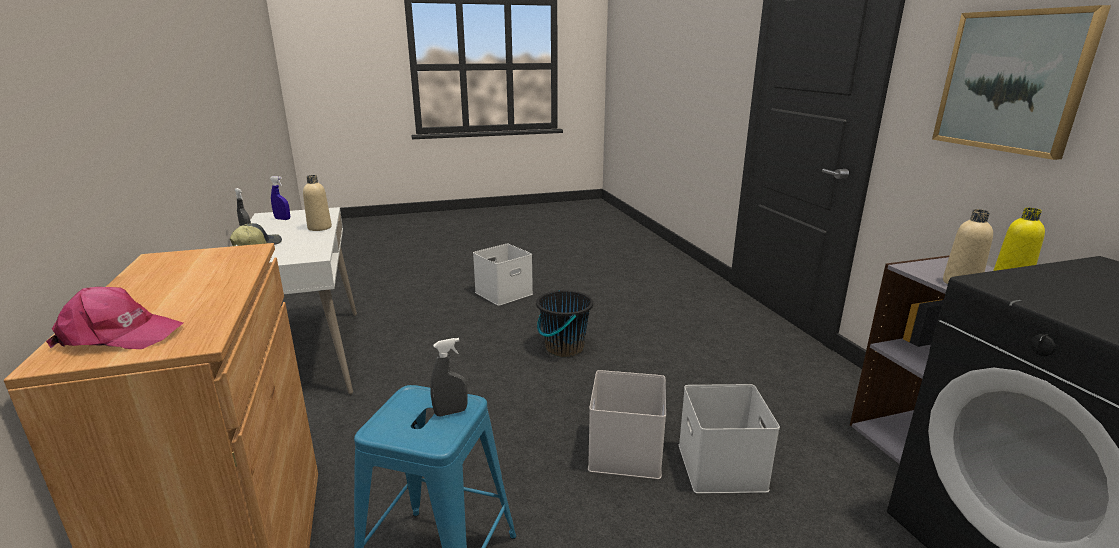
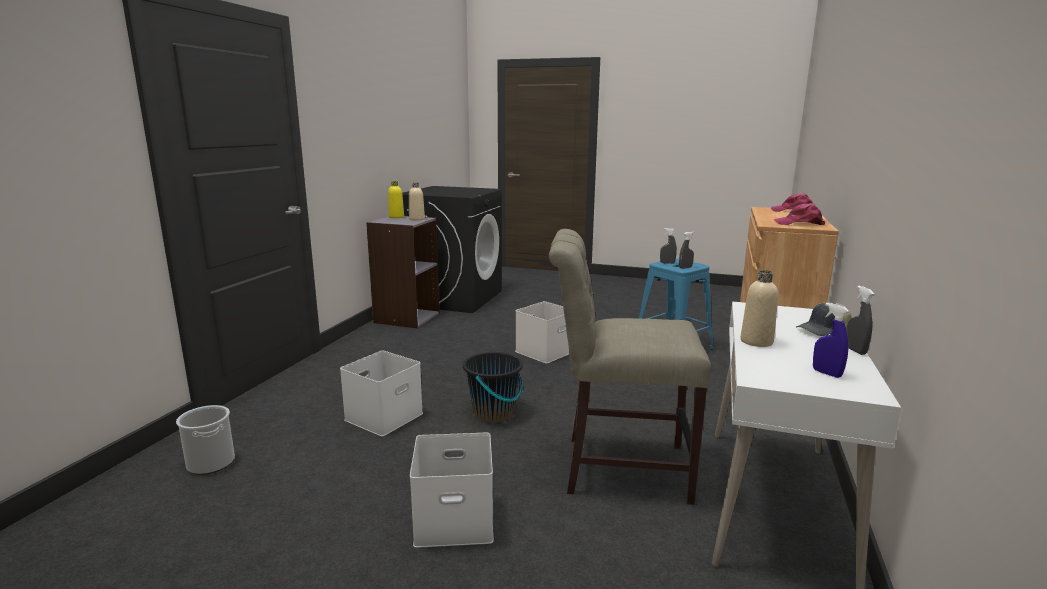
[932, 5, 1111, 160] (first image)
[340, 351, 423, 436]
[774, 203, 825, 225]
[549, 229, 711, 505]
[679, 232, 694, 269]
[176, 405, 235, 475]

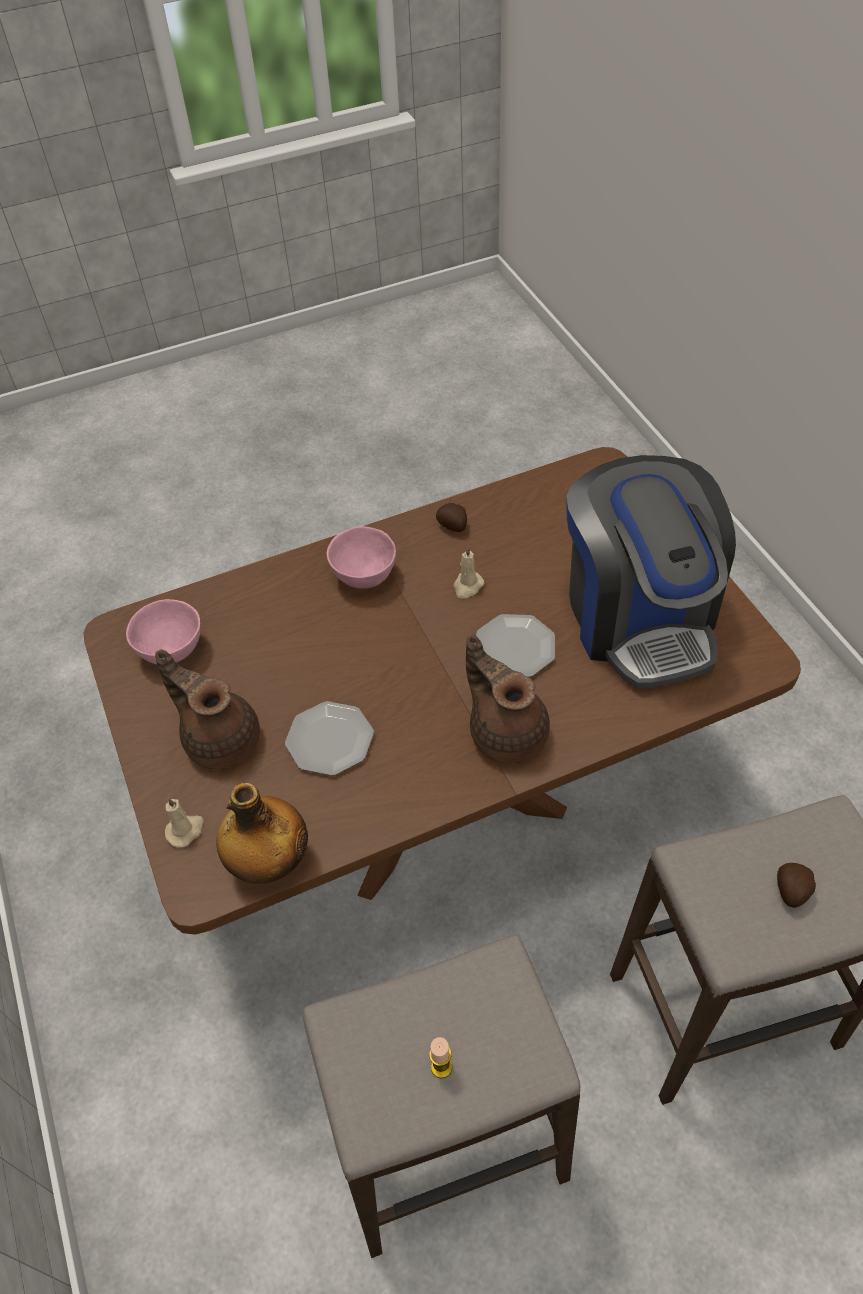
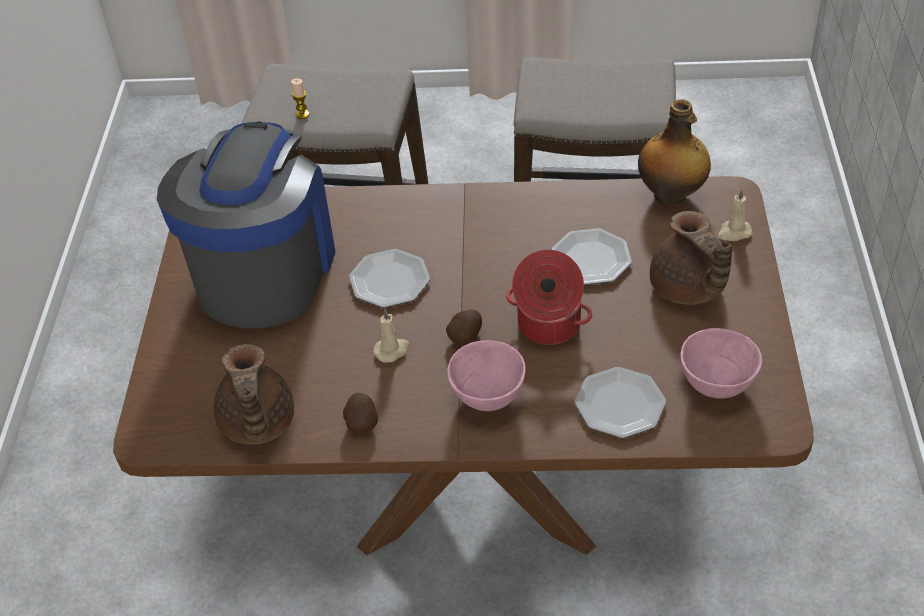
[214, 344, 294, 445]
[446, 309, 482, 345]
[291, 78, 309, 119]
[506, 250, 592, 345]
[575, 367, 666, 438]

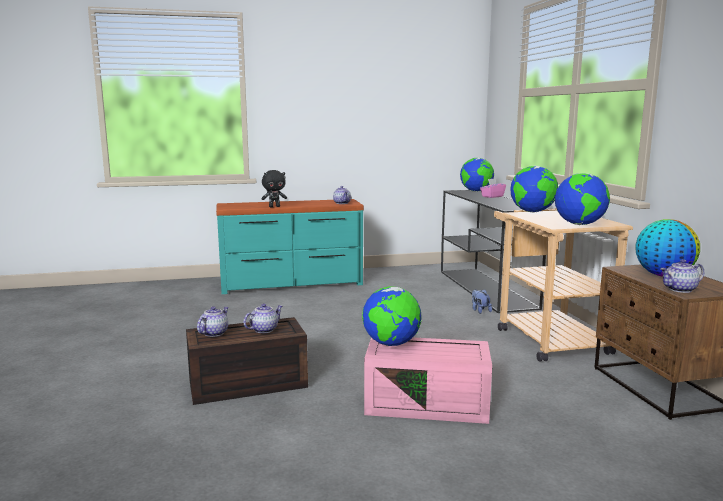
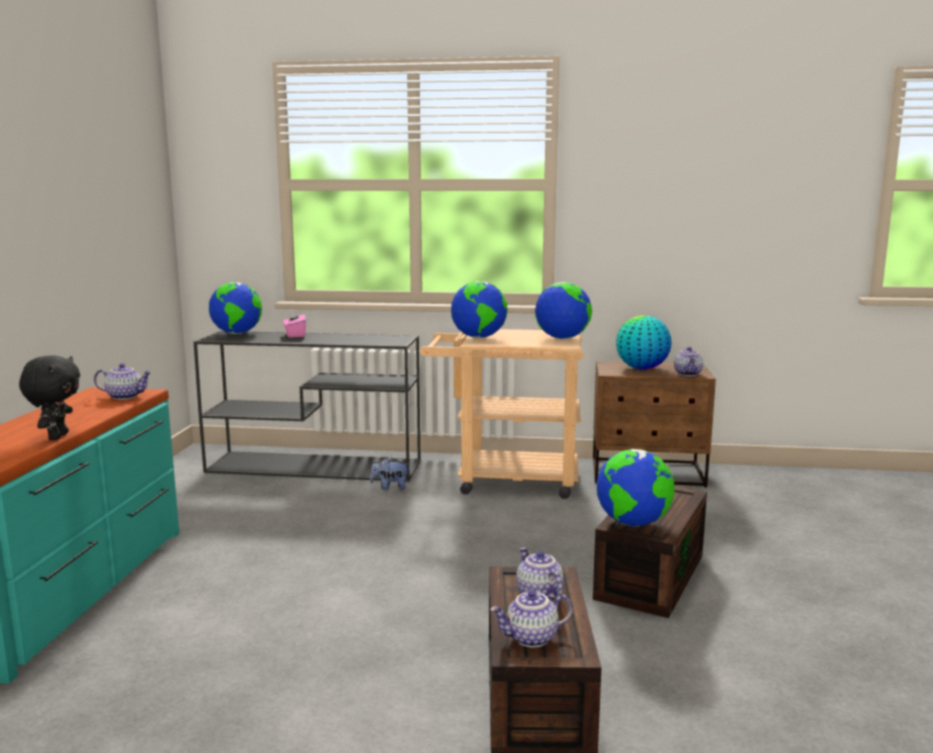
[490, 590, 573, 647]
[593, 487, 707, 618]

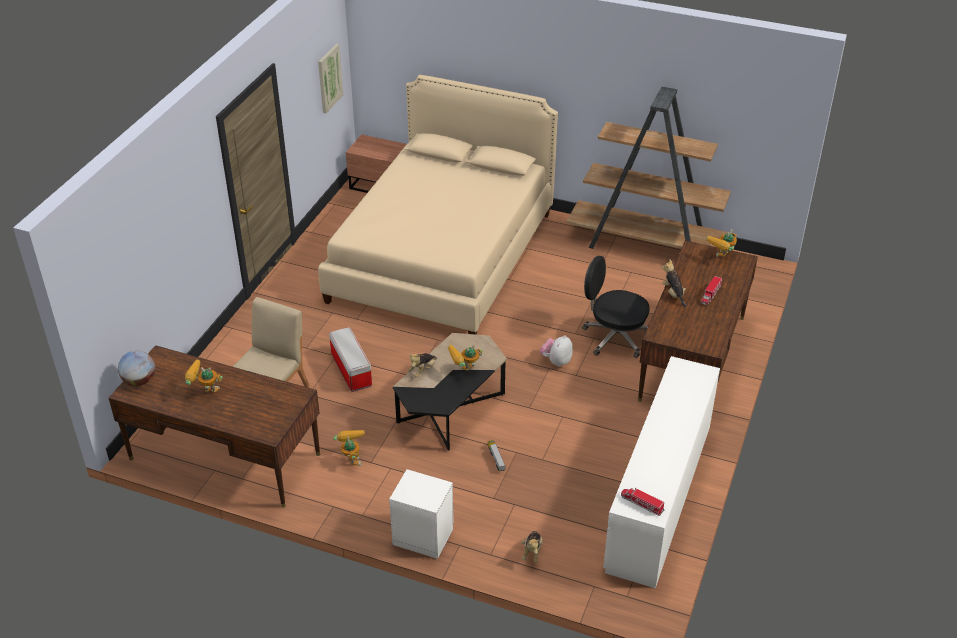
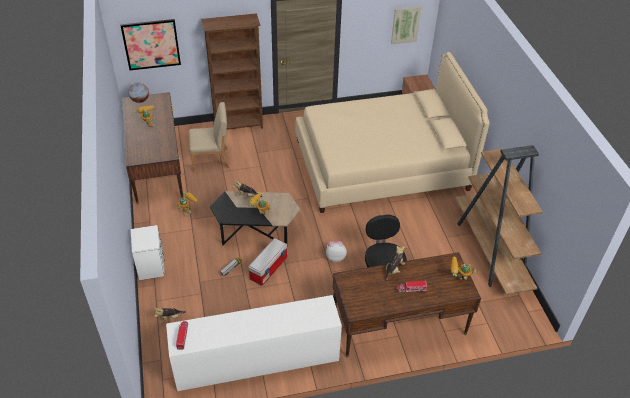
[248, 238, 287, 286]
[201, 13, 263, 130]
[120, 19, 181, 70]

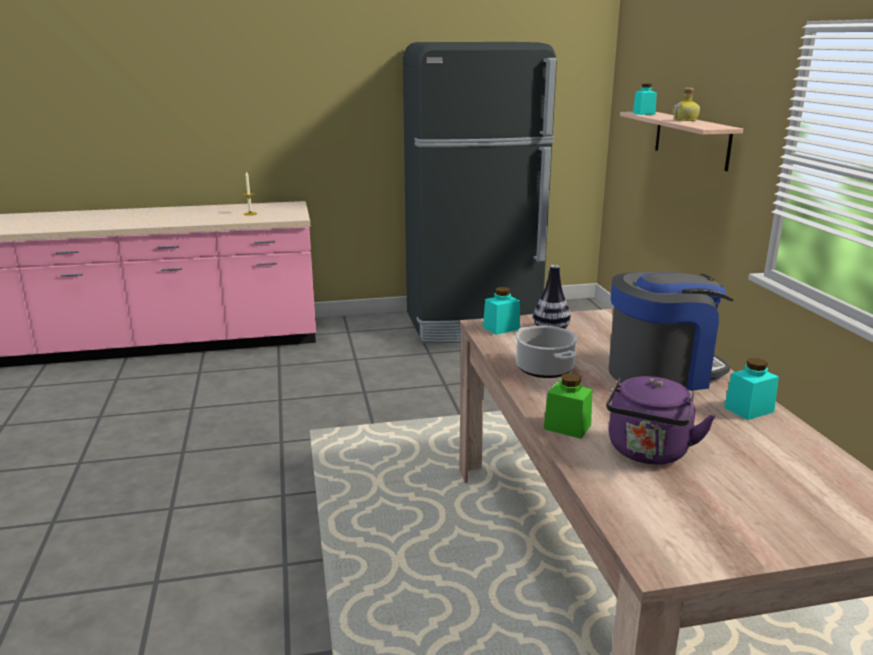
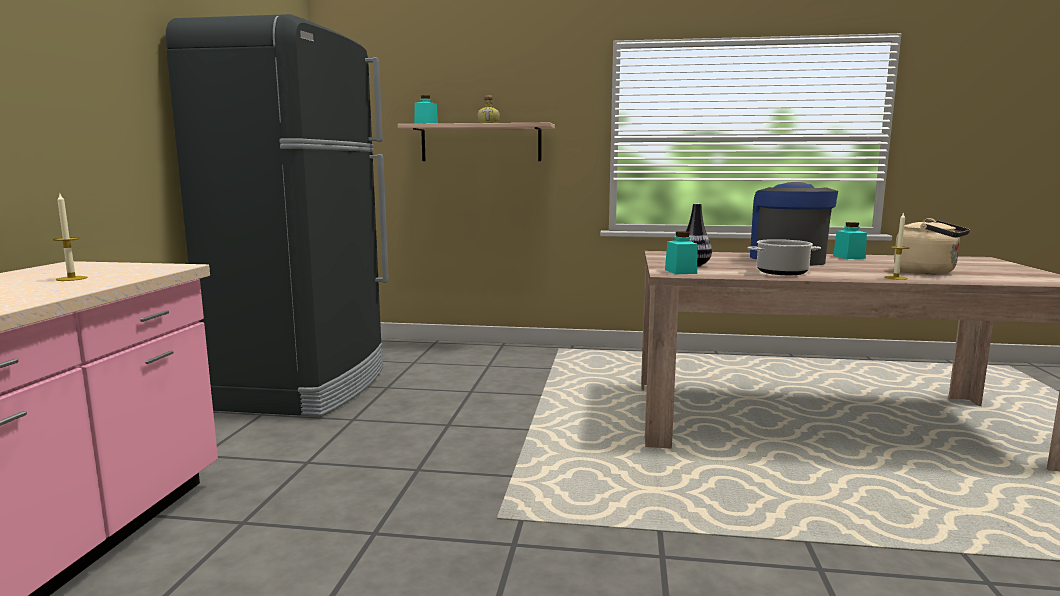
[885, 212, 909, 280]
[894, 218, 970, 274]

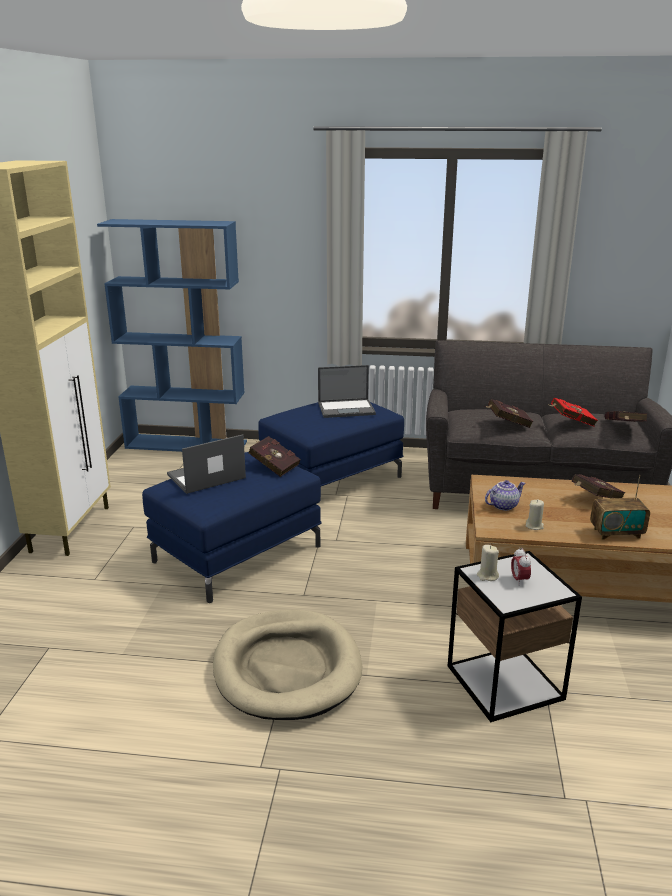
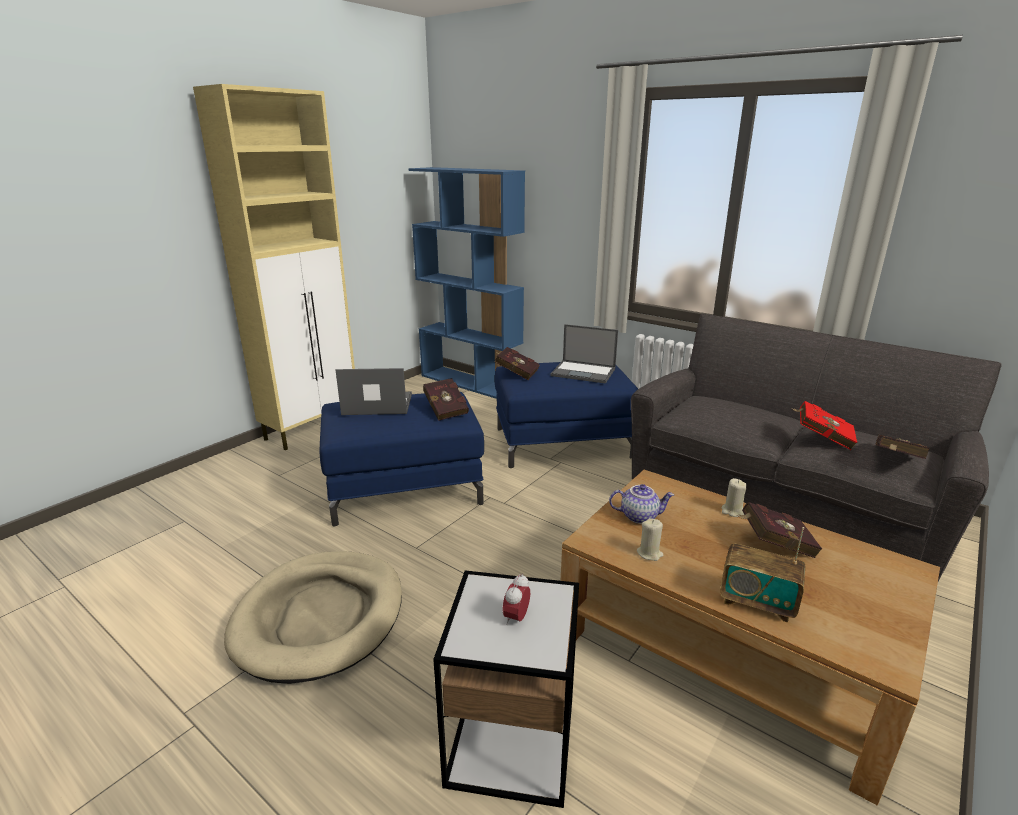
[495, 347, 540, 380]
[721, 478, 747, 517]

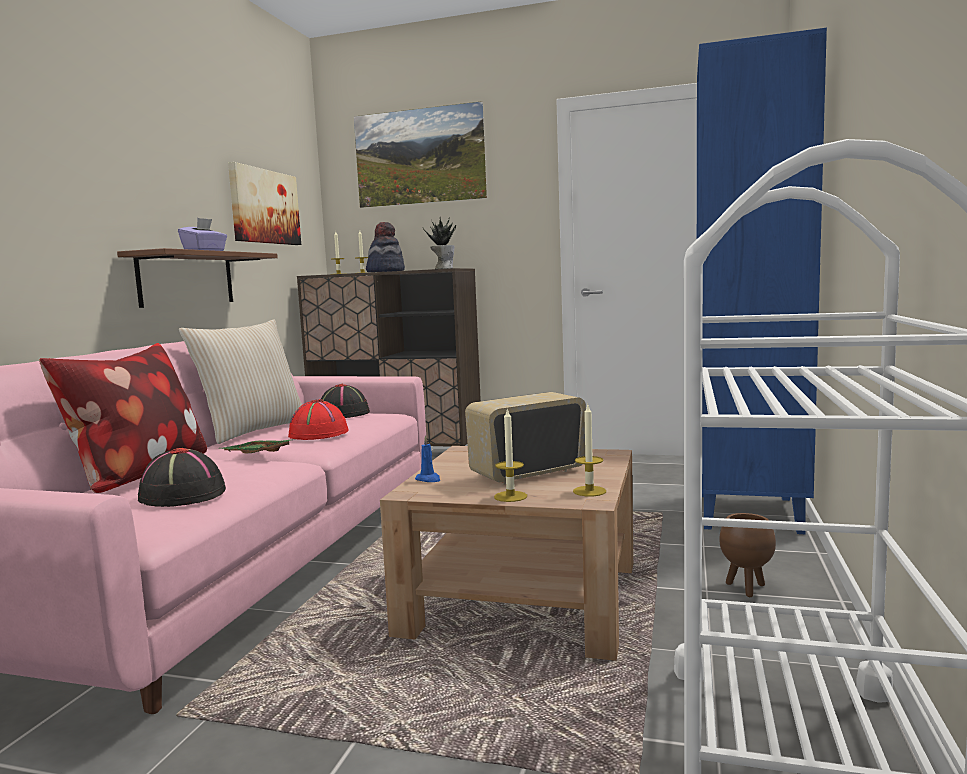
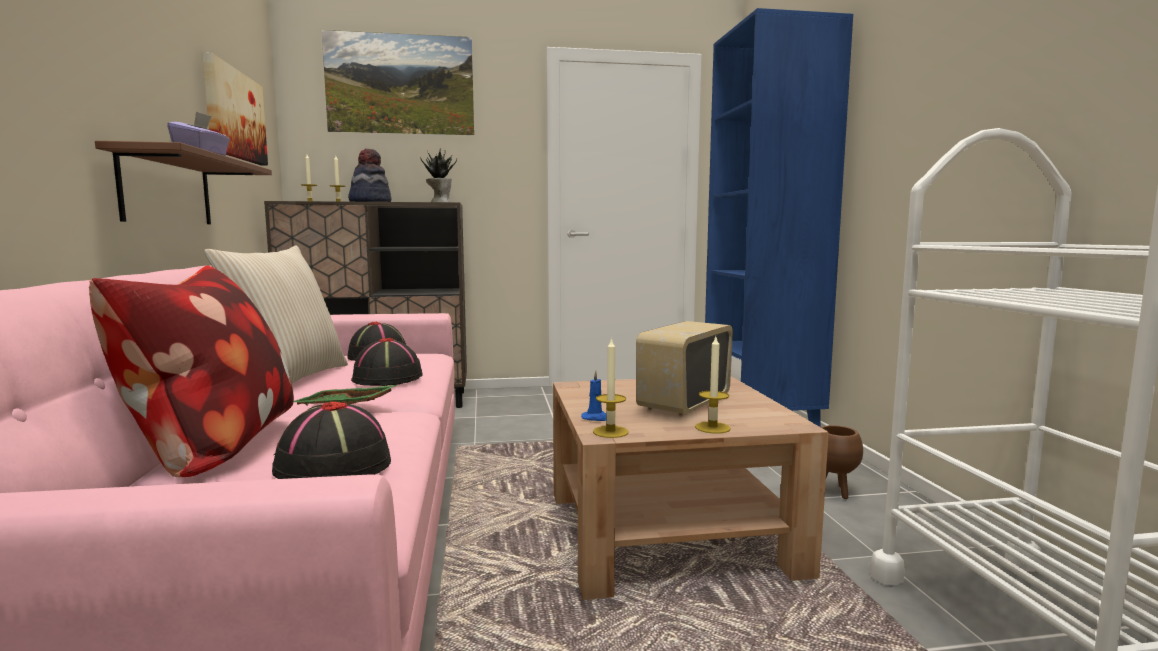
[351, 338, 423, 386]
[593, 337, 629, 438]

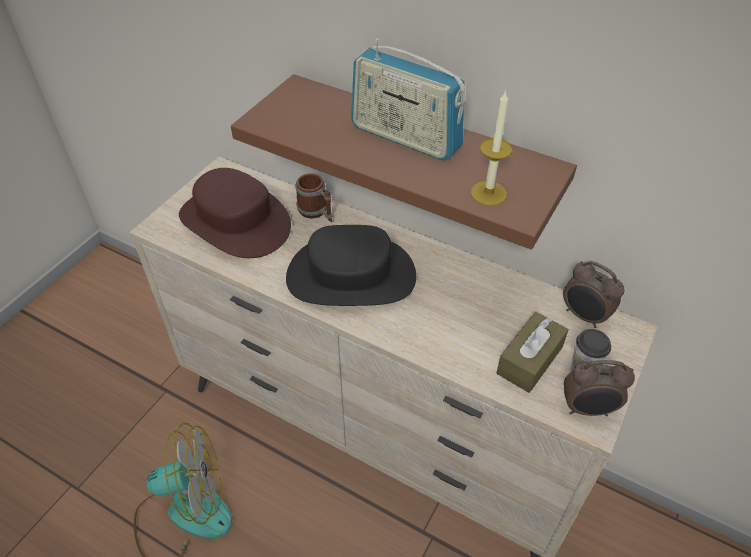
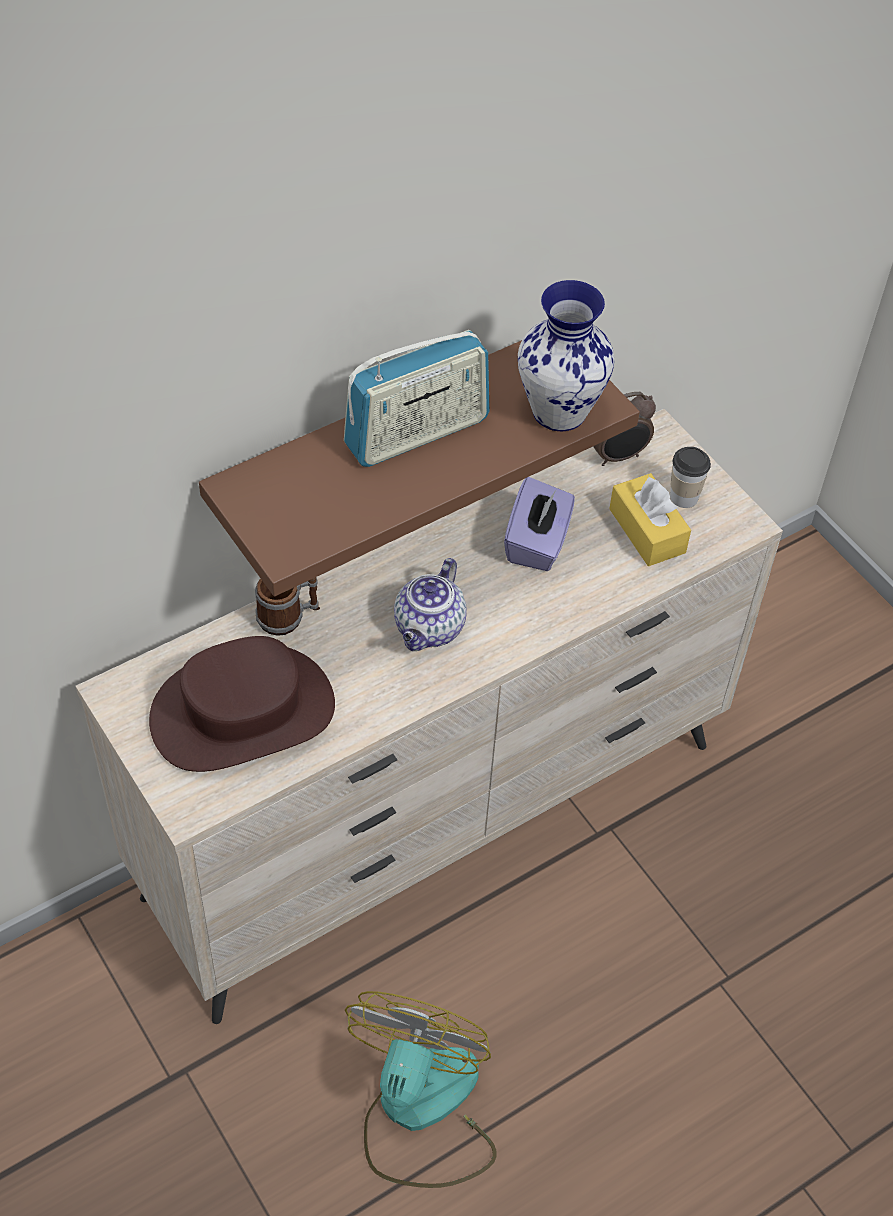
[518, 280, 615, 431]
[394, 558, 467, 651]
[609, 473, 691, 566]
[564, 360, 635, 416] (first image)
[504, 477, 575, 571]

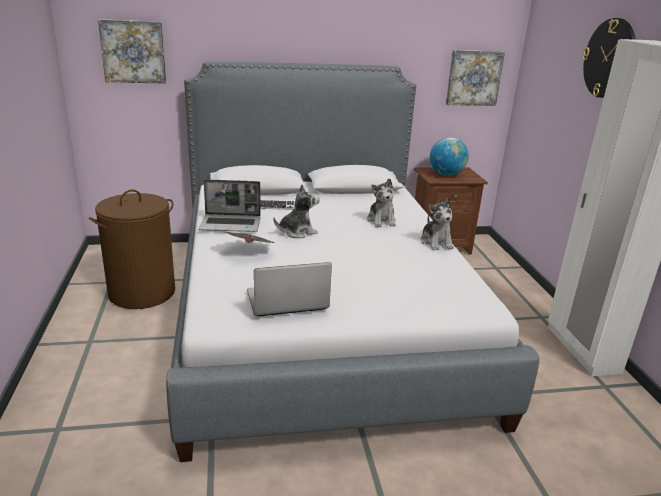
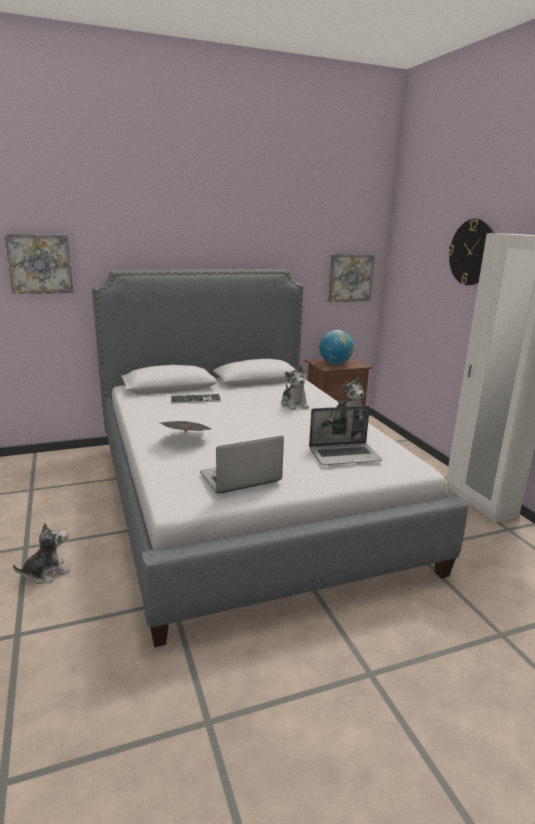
[309, 406, 382, 465]
[13, 523, 70, 584]
[89, 189, 175, 309] (first image)

